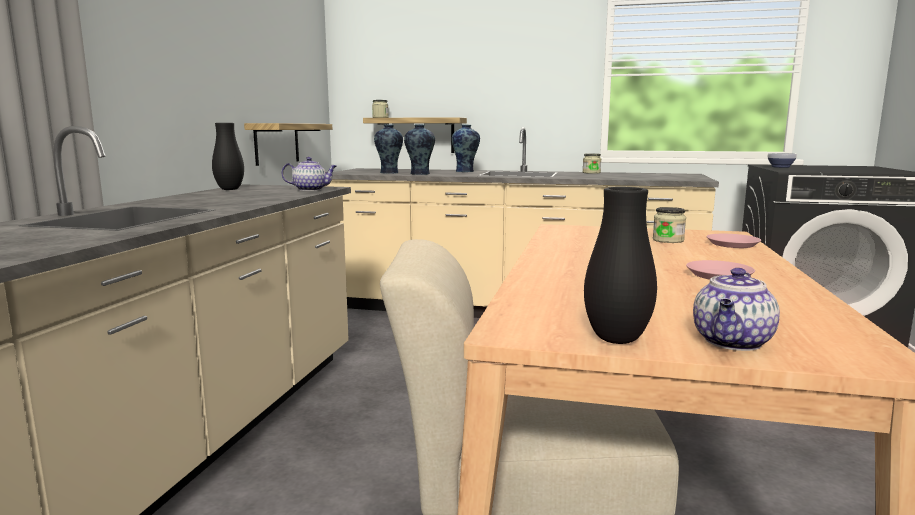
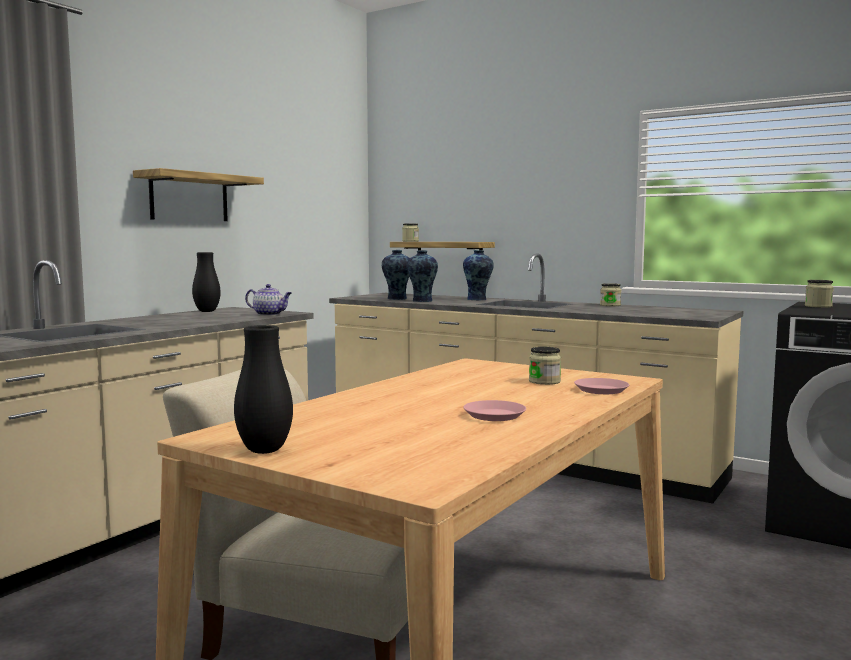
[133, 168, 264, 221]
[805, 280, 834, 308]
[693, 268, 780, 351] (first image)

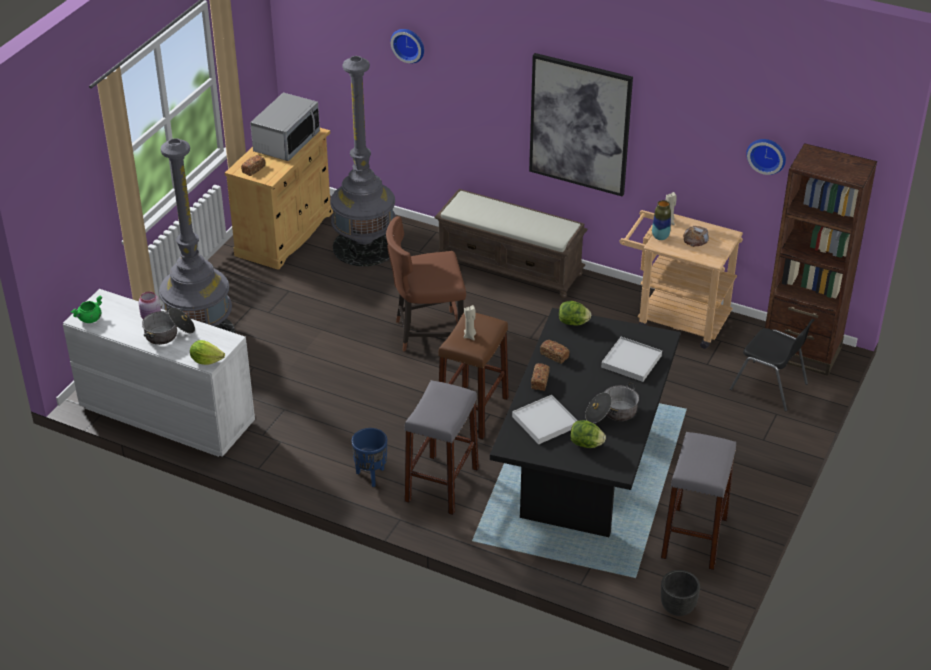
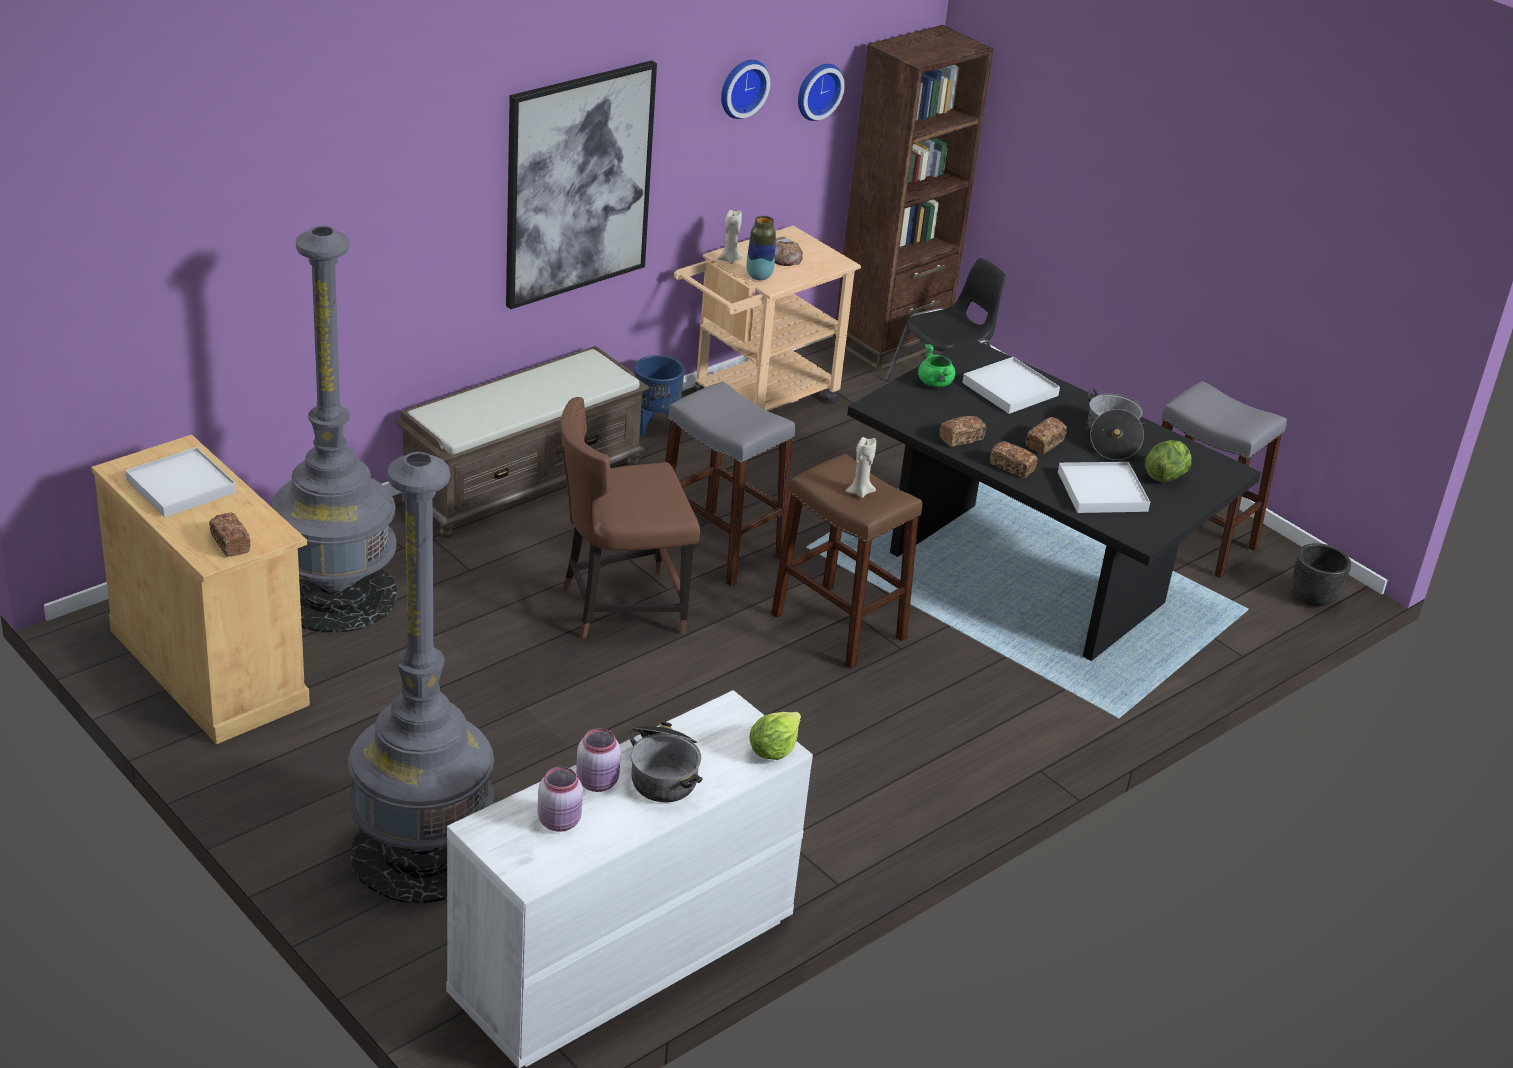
[721, 60, 770, 119]
[125, 447, 236, 517]
[560, 397, 700, 639]
[918, 344, 955, 387]
[559, 301, 591, 325] (first image)
[665, 381, 795, 586]
[635, 355, 685, 436]
[1026, 417, 1067, 455]
[537, 767, 583, 832]

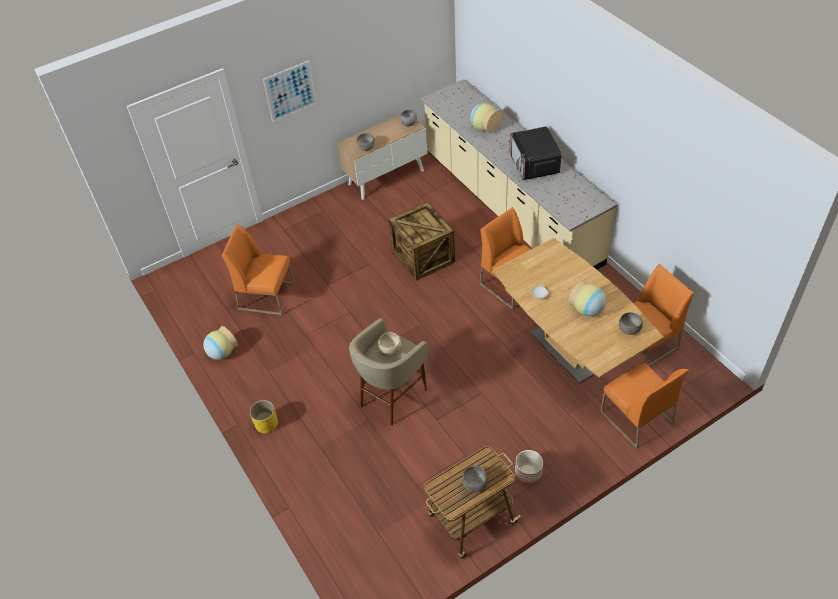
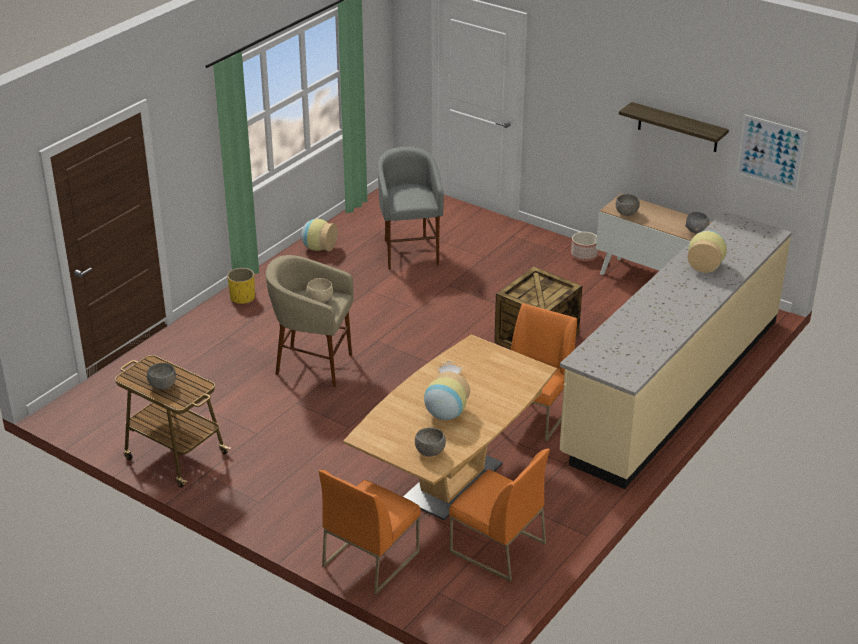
[736, 114, 807, 192]
[510, 126, 561, 180] (first image)
[378, 146, 444, 270]
[571, 232, 598, 262]
[619, 102, 729, 152]

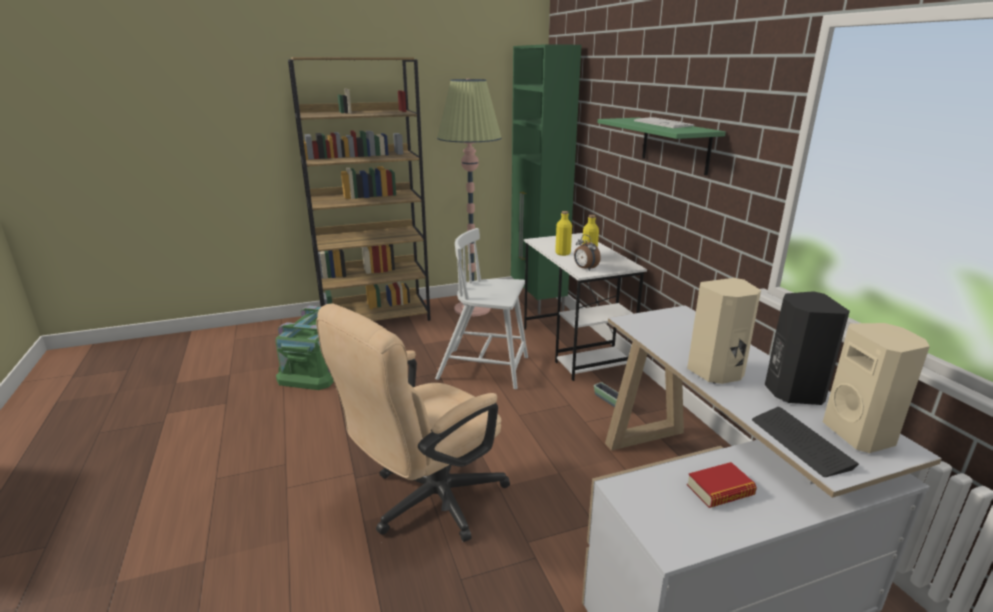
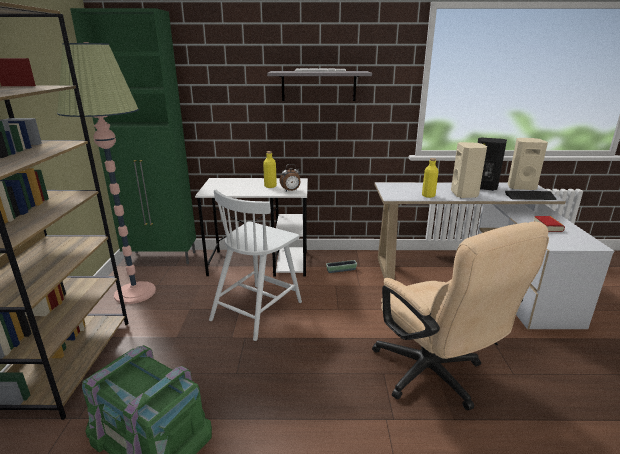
[267, 71, 372, 101]
[422, 158, 439, 198]

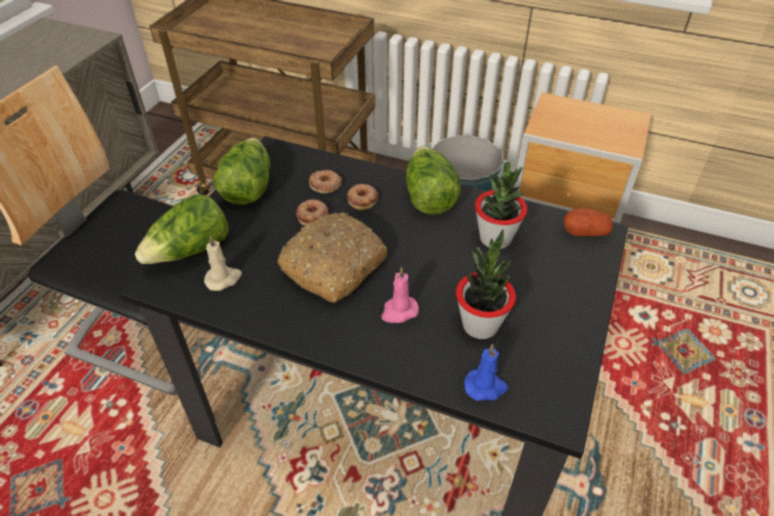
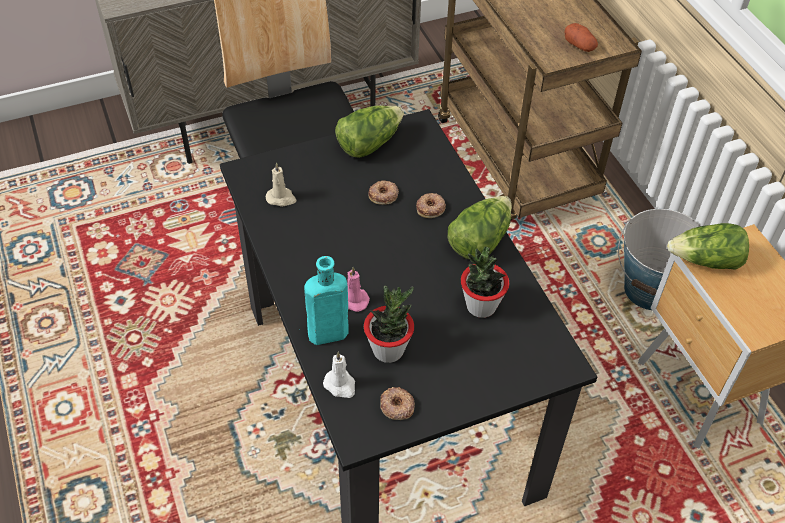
[380, 387, 415, 420]
[667, 223, 749, 270]
[565, 23, 598, 52]
[277, 213, 387, 303] (first image)
[323, 352, 355, 398]
[304, 256, 349, 345]

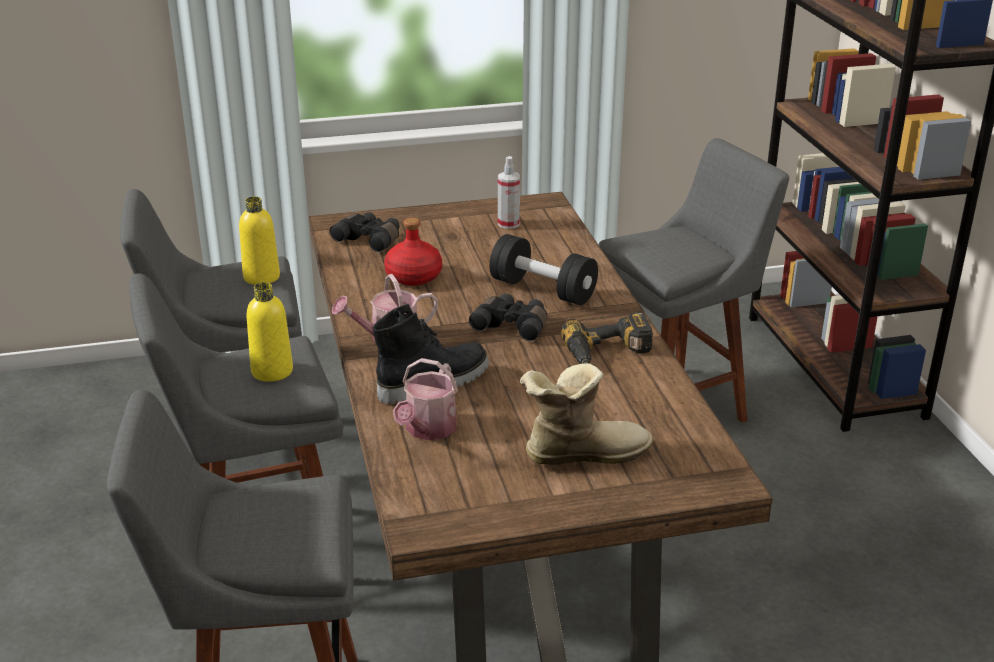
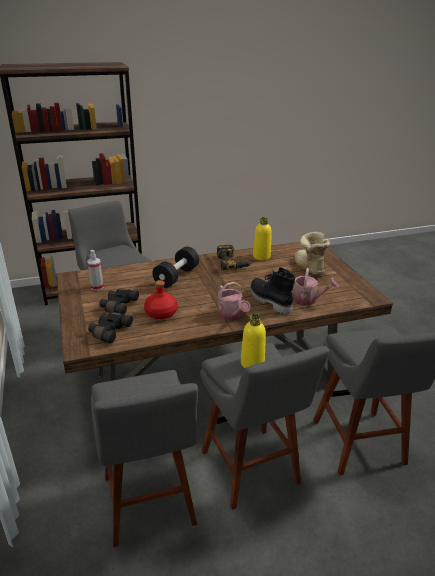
[253, 217, 272, 260]
[100, 289, 139, 314]

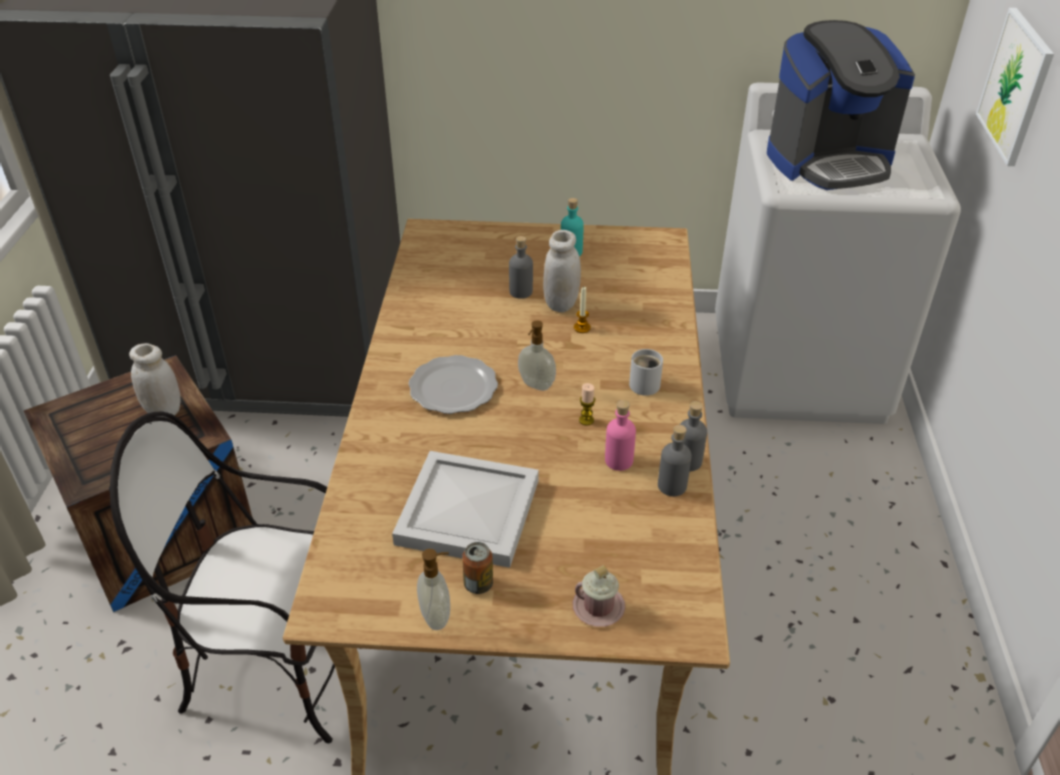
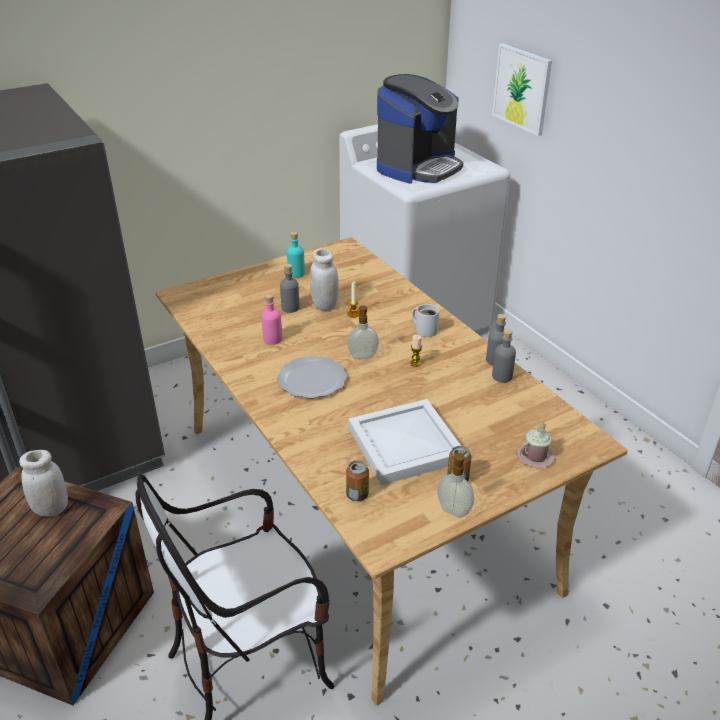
[261, 294, 283, 345]
[346, 460, 369, 501]

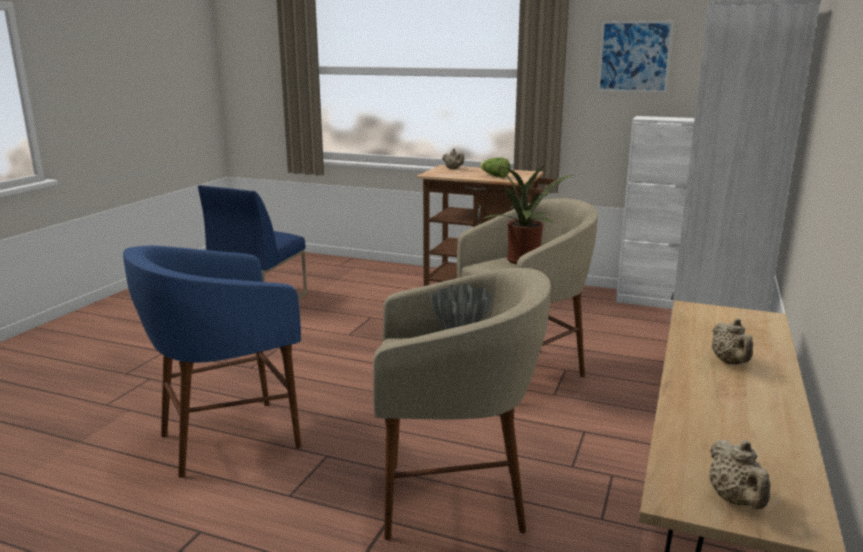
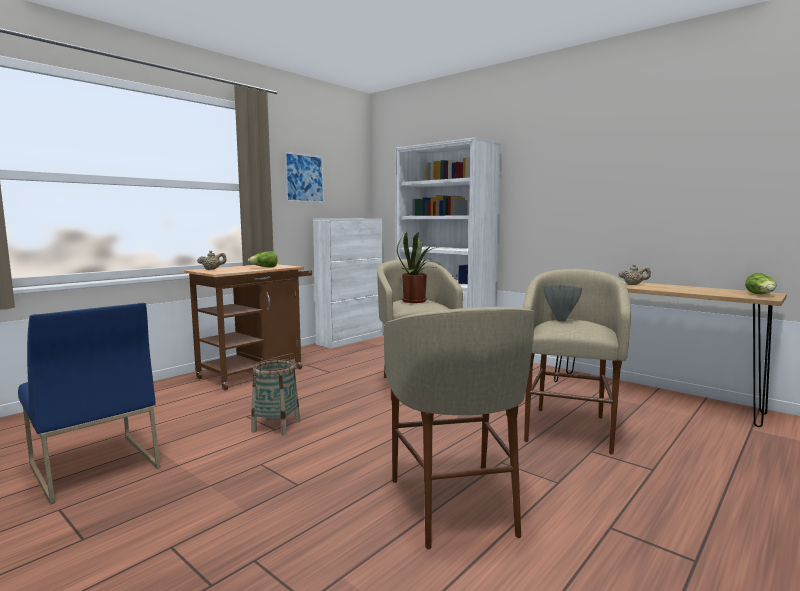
[384, 307, 535, 549]
[745, 273, 777, 294]
[251, 359, 300, 435]

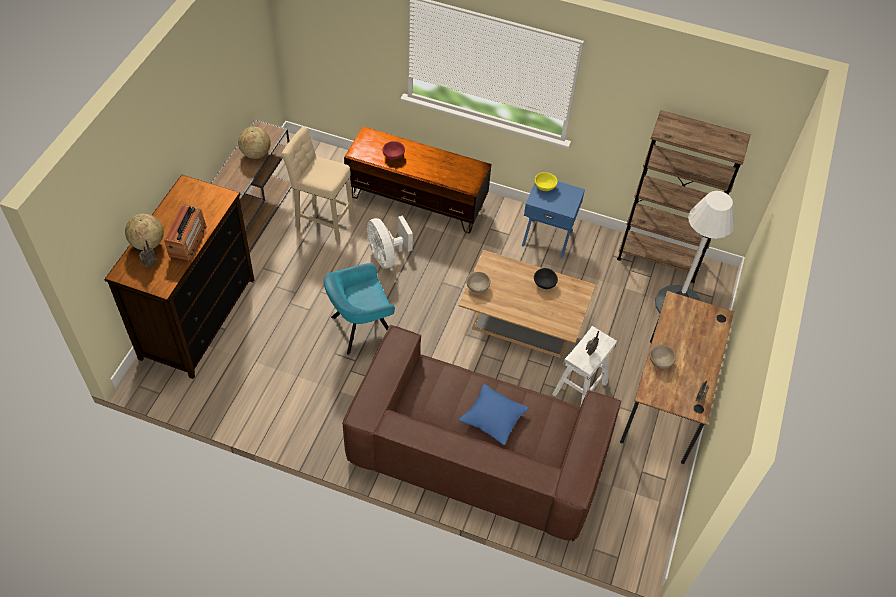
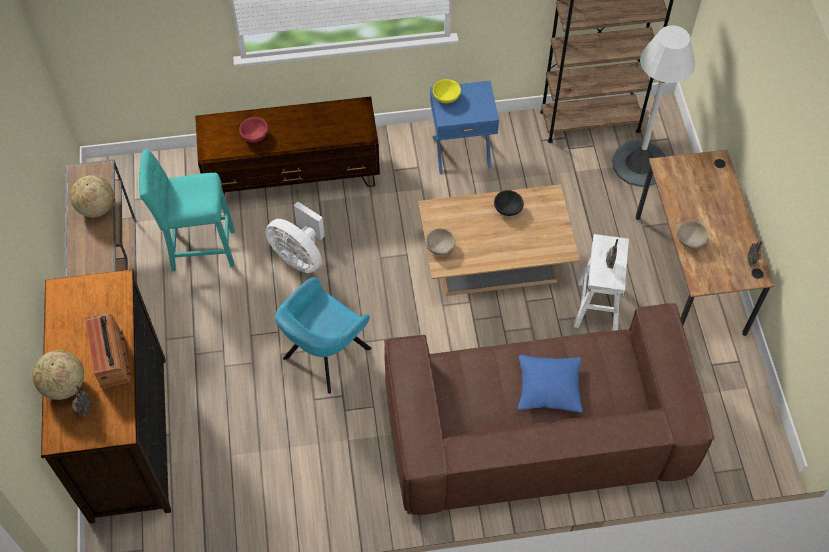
[139, 150, 235, 271]

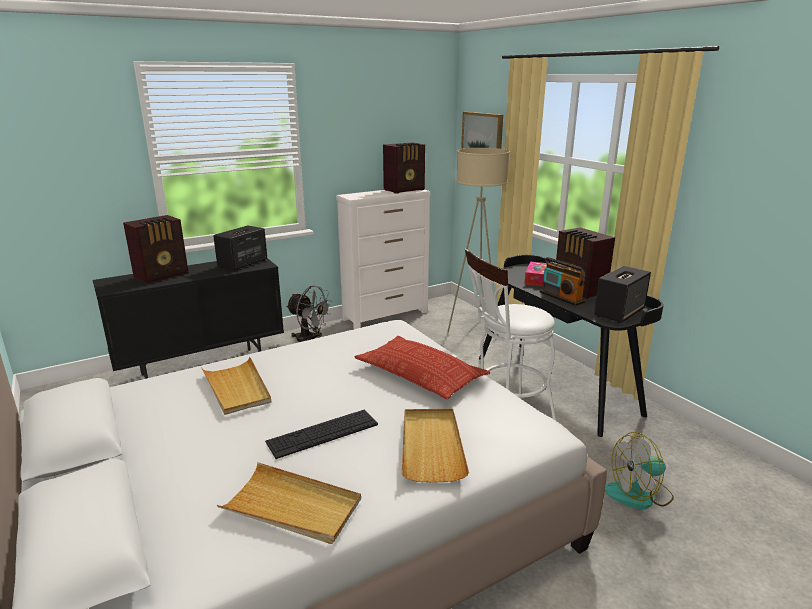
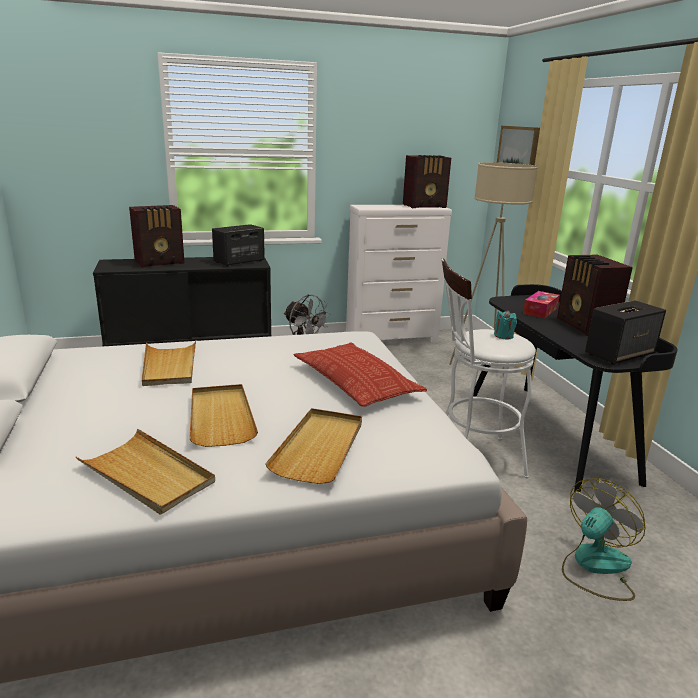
[540, 257, 586, 306] (first image)
[189, 384, 258, 447]
[562, 478, 646, 601]
[494, 310, 517, 339]

